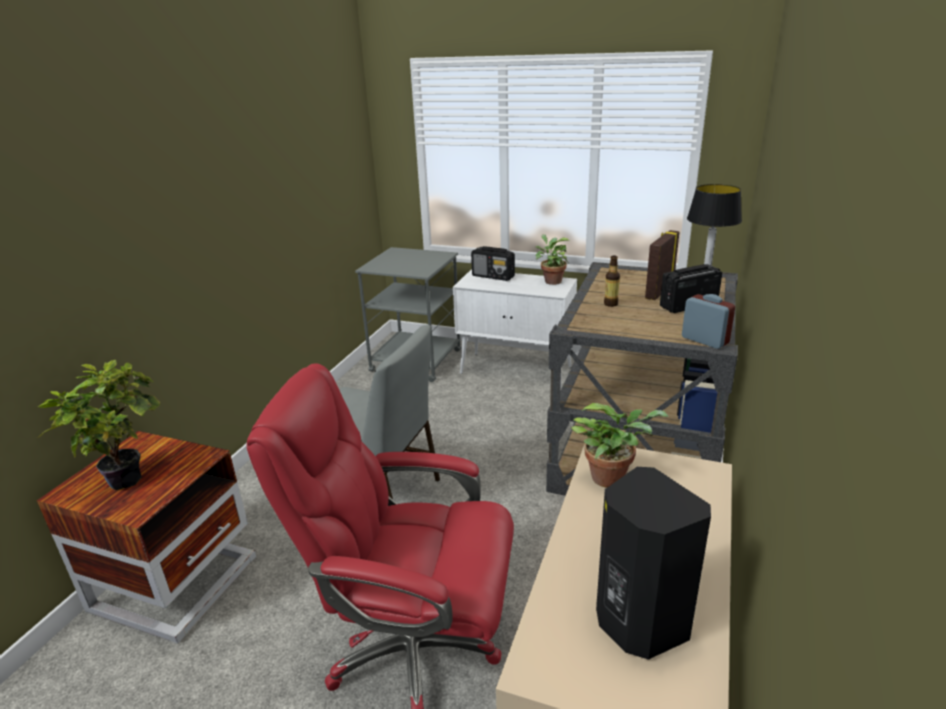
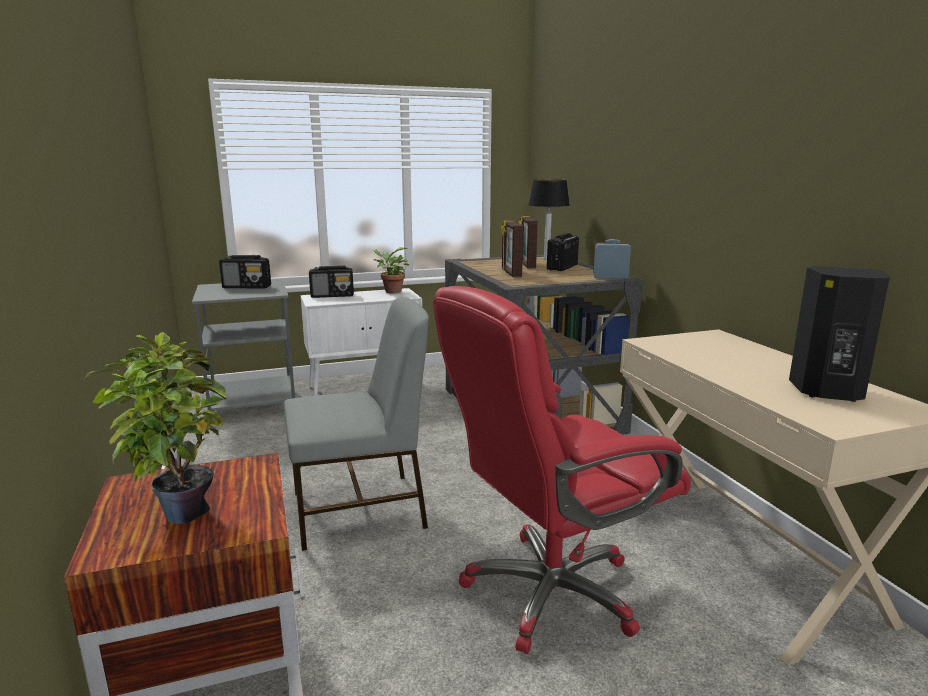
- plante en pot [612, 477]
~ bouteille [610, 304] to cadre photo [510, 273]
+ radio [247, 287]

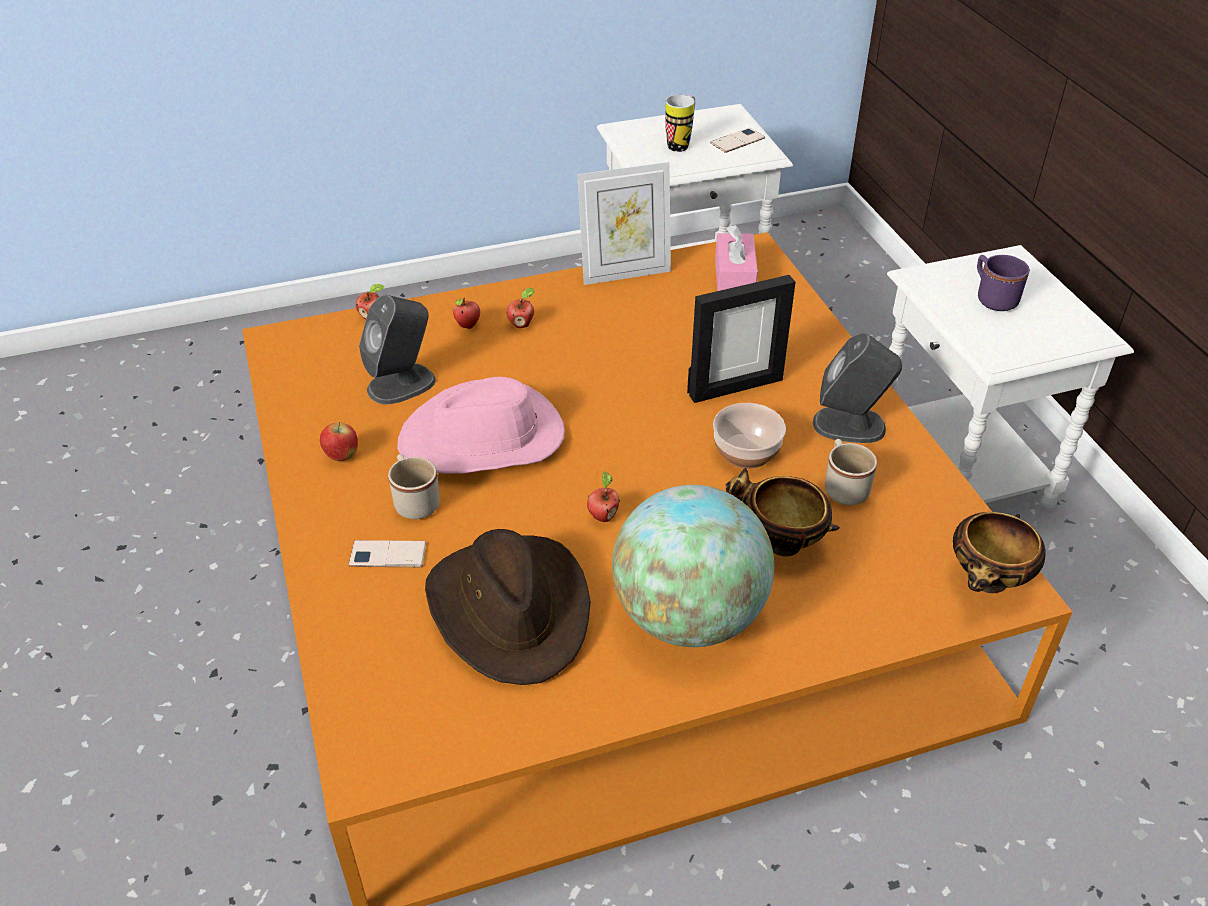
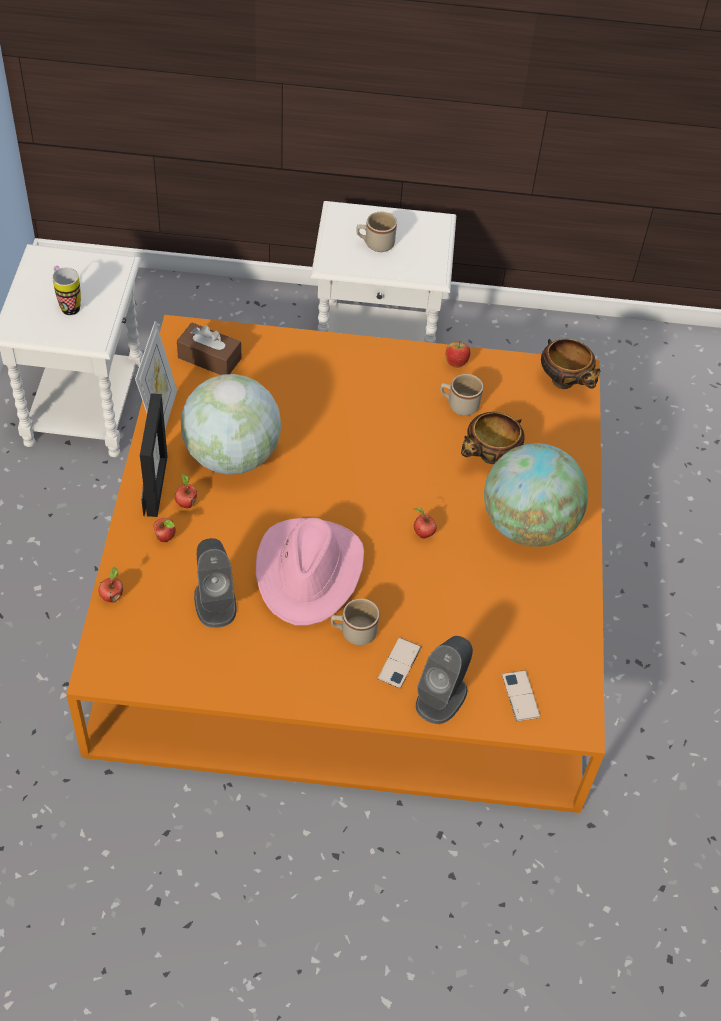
~ pomme [342, 456] to [456, 363]
- chapeau/marron [511, 610]
~ cadre photo [735, 386] to [155, 485]
~ téléphone [737, 141] to [520, 696]
- bol [746, 451]
~ boîte à mouchoirs/rose [734, 277] to boîte à mouchoirs/marron [209, 358]
~ enceinte/gris [850, 425] to [441, 697]
~ mug/violet [992, 298] to mug/beige [375, 244]
+ globe [231, 456]

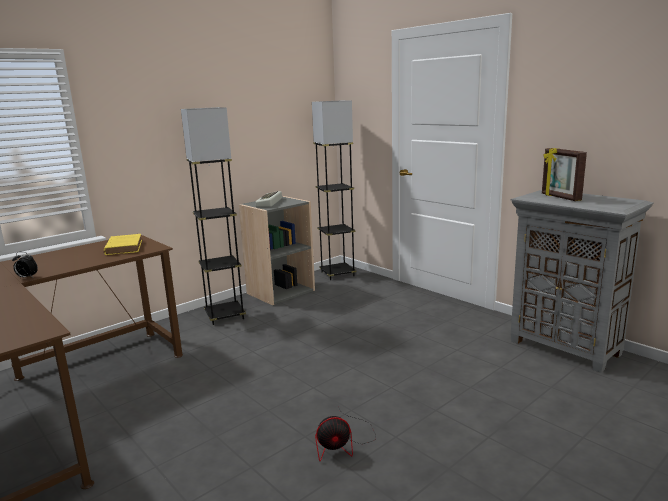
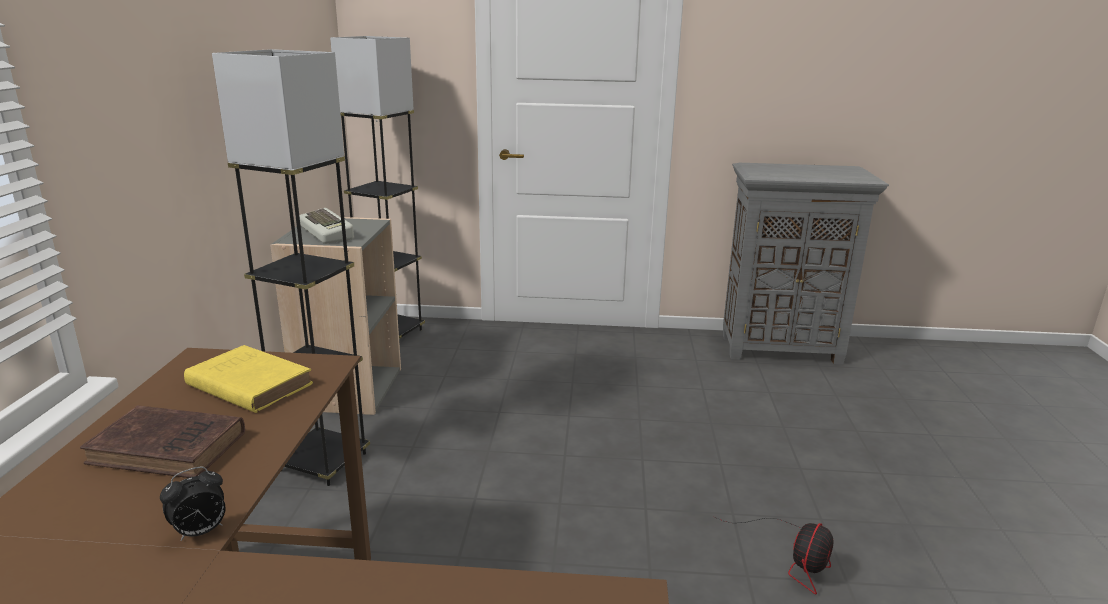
- cadre photo [560, 197]
+ livre/marron [171, 448]

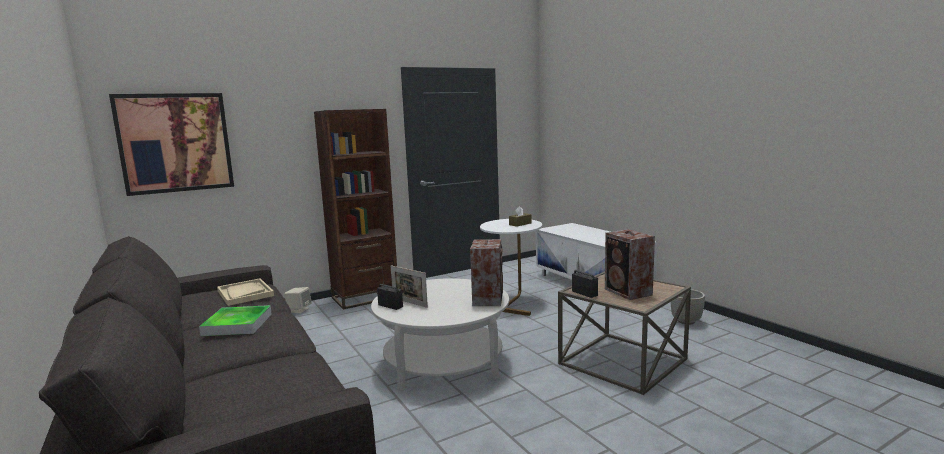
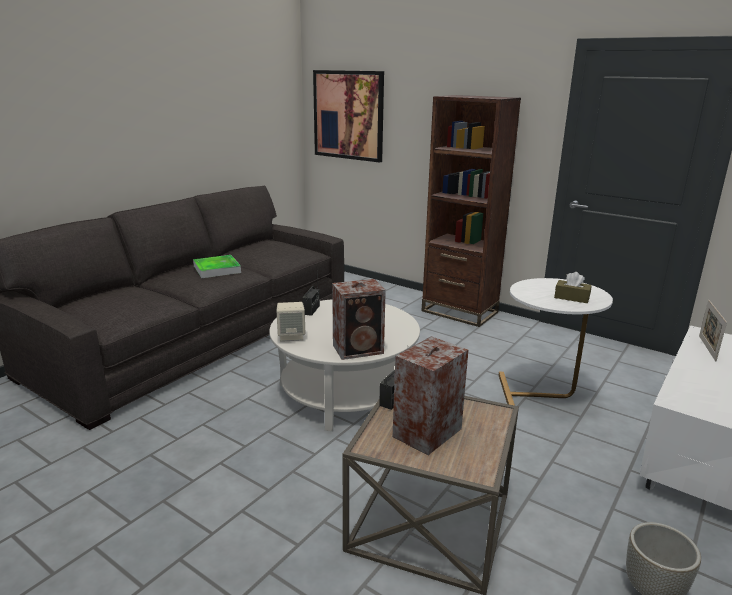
- plateau/beige [245, 293]
~ enceinte/beige [299, 310] to [291, 336]
~ cadre photo [409, 302] to [707, 348]

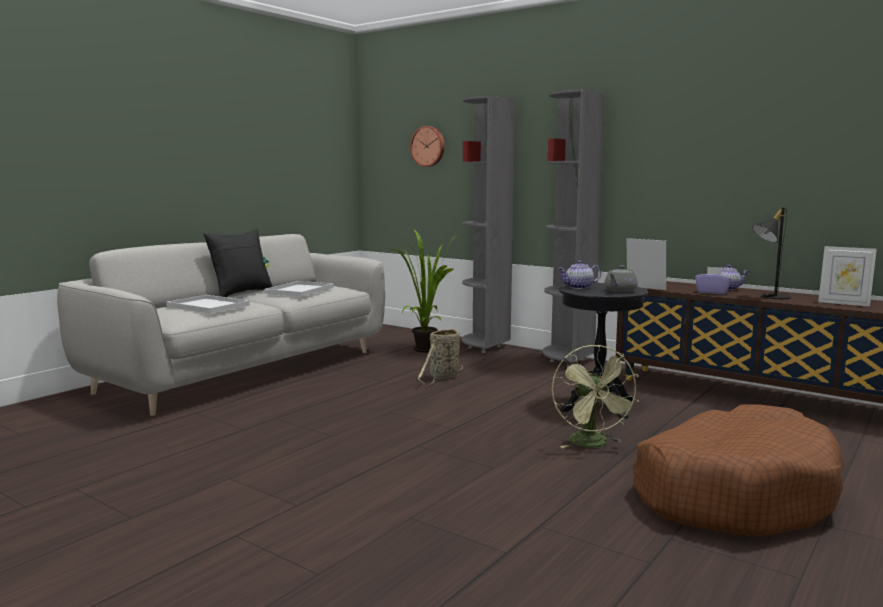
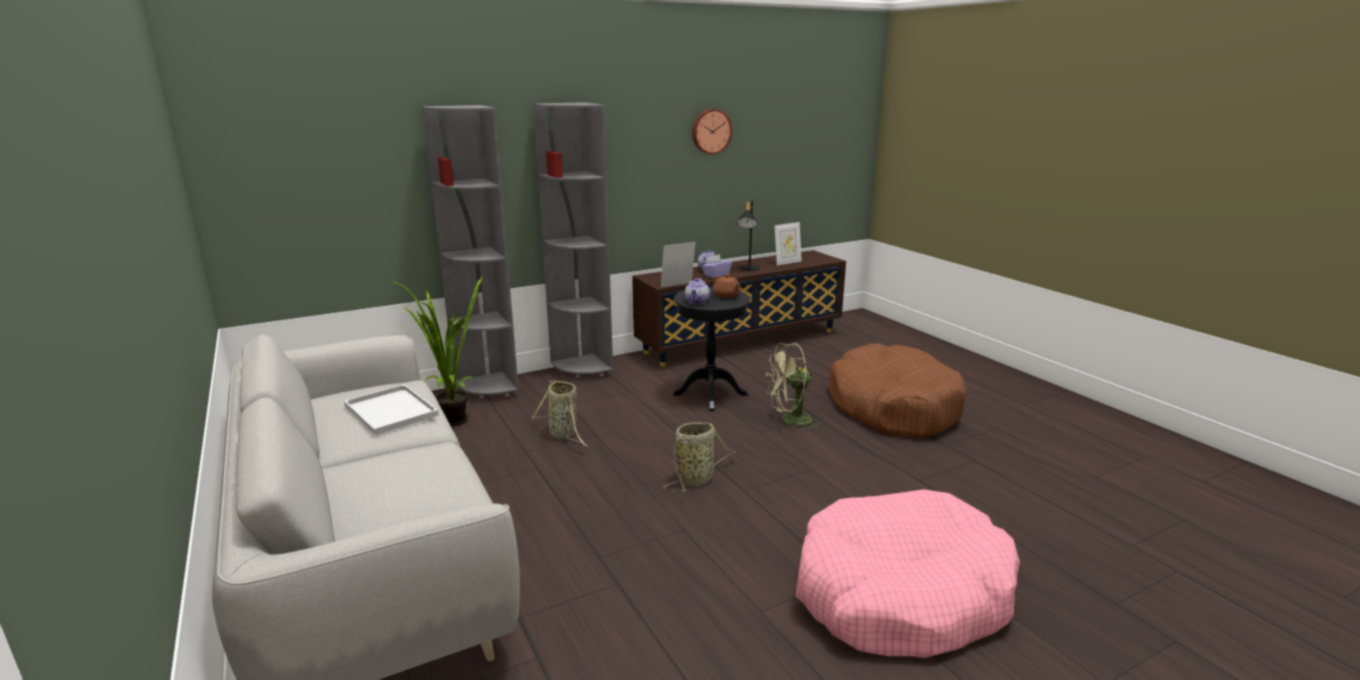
- plateau/blanc [206, 306]
- coussin/noir [241, 294]
~ horloge murale [428, 146] to [710, 131]
~ ventilateur/vert [593, 444] = [790, 421] 150 degrees clockwise
~ théière/gris [620, 290] to théière/marron [726, 295]
+ panier [697, 478]
+ panier pour chien/rose [900, 594]

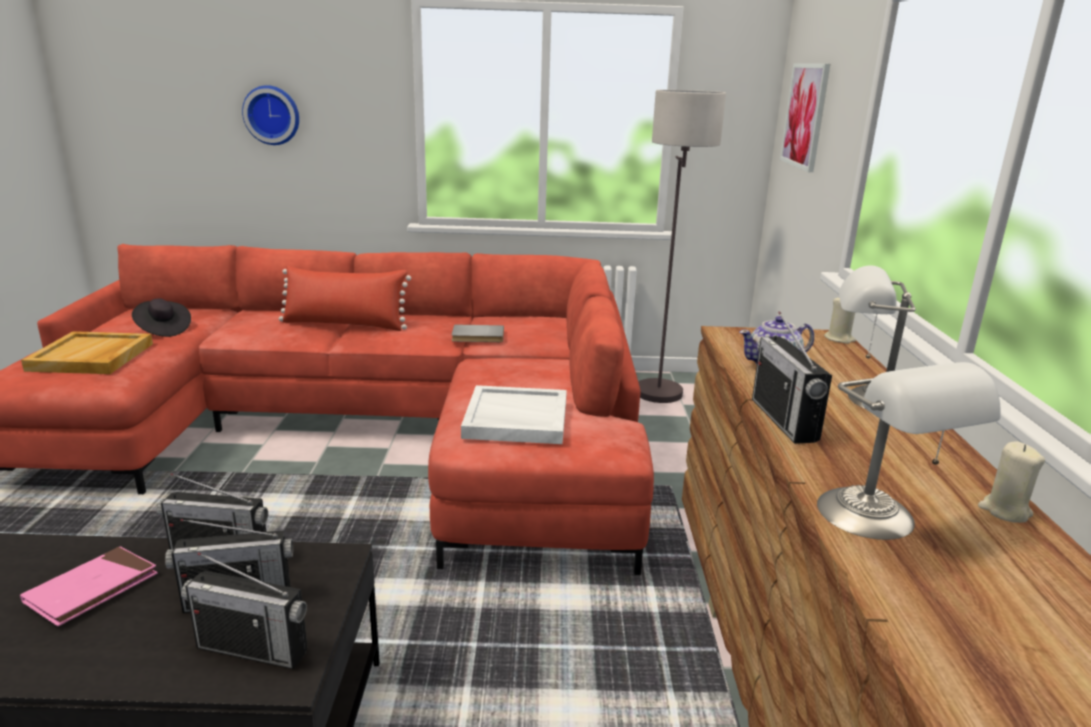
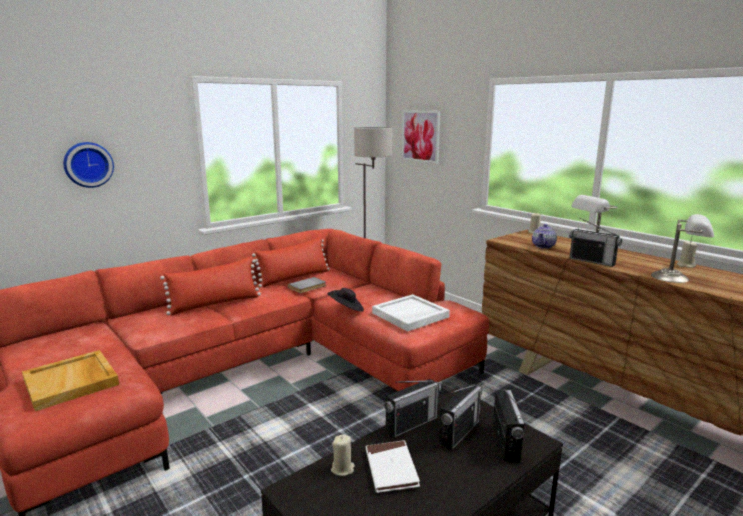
~ livre/rose [92, 589] to livre/blanc [391, 469]
~ chapeau/noir [163, 330] to [346, 309]
~ radio [252, 649] = [505, 442] 60 degrees counterclockwise
+ coussin/rouge [294, 278]
+ bougie/beige [343, 469]

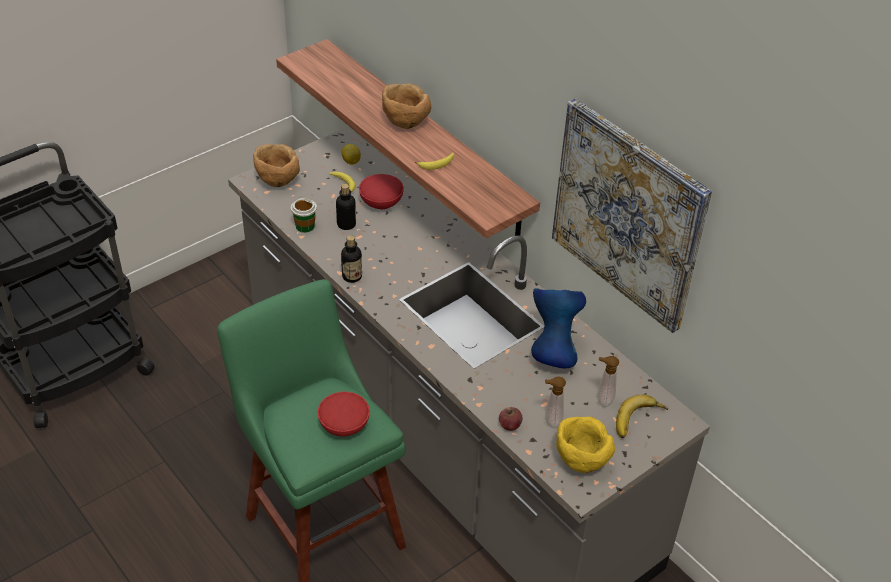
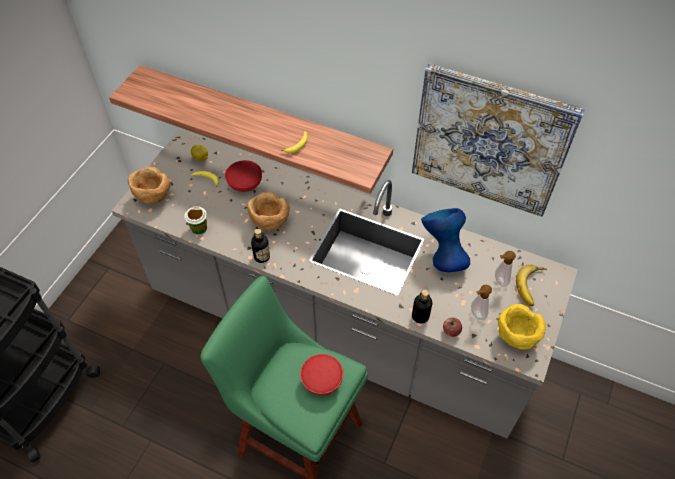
~ bouteille [346, 224] to [420, 316]
~ bol/marron [405, 123] to [269, 222]

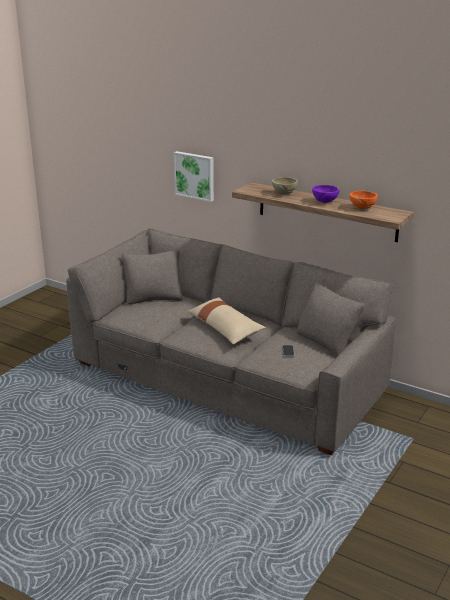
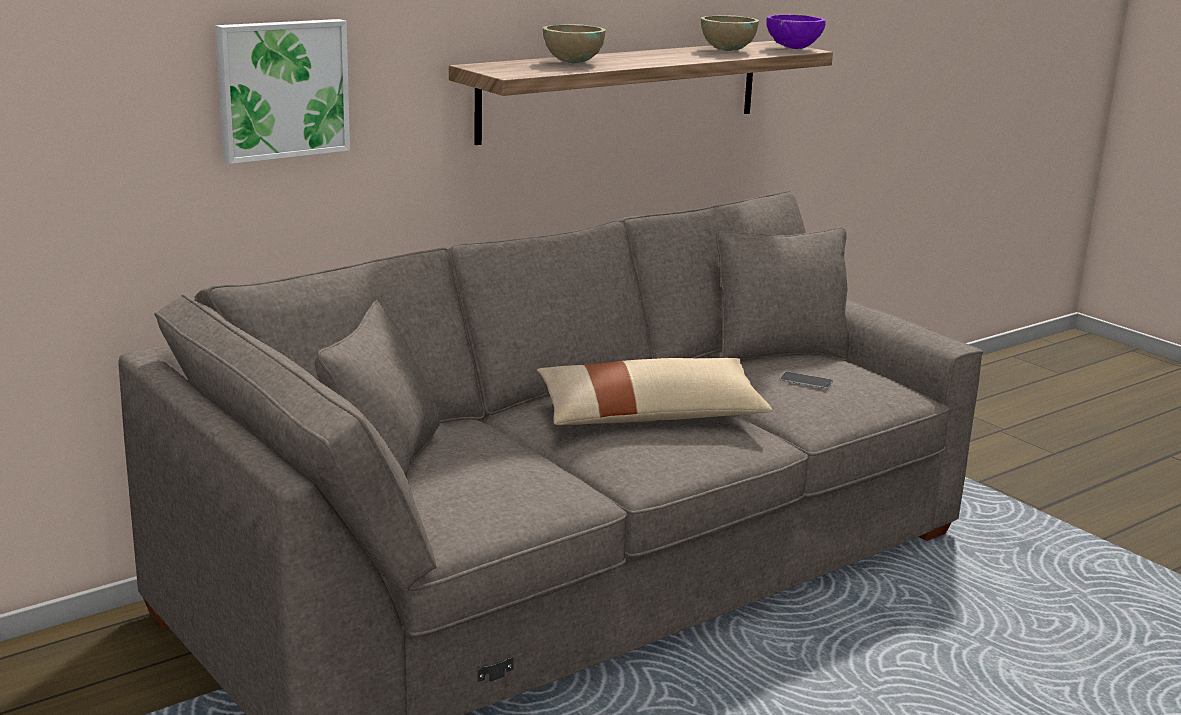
~ bol/violet [325, 202] to [794, 49]
~ bol/orange [362, 208] to bol/beige [727, 50]

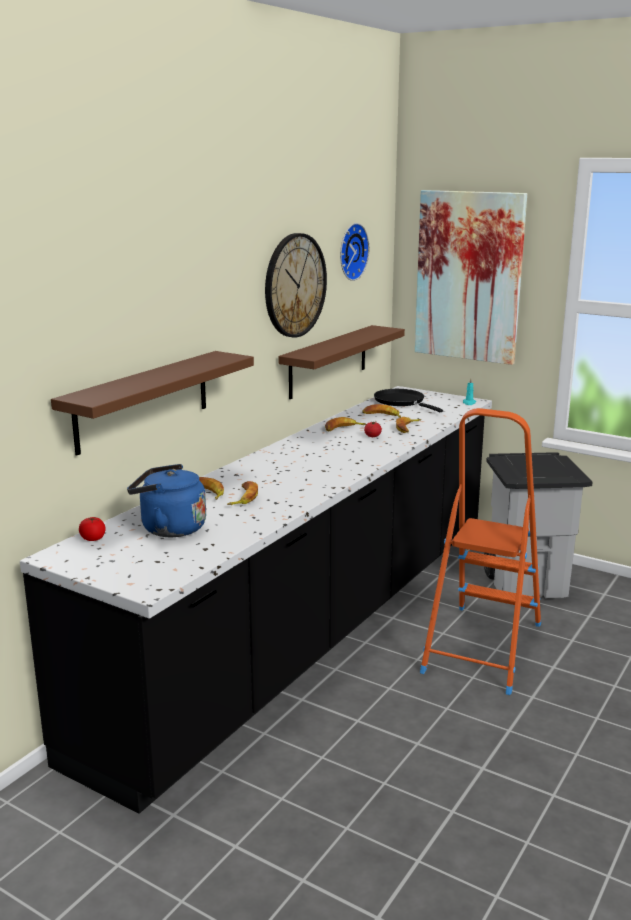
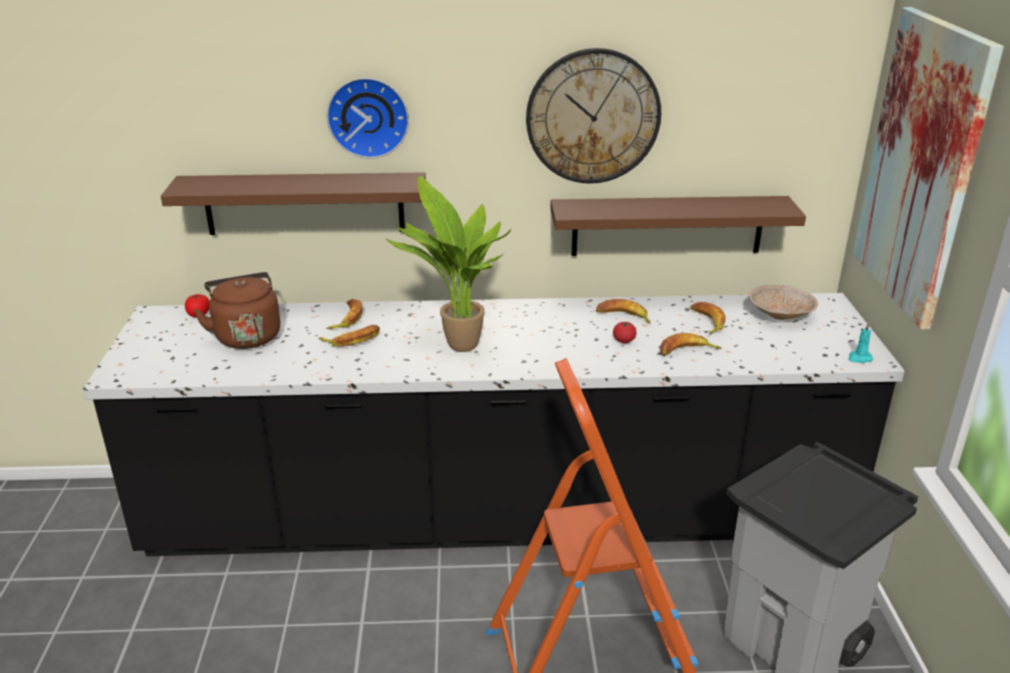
~ bouilloire/bleu [169, 528] to bouilloire/marron [246, 335]
~ horloge murale [350, 251] to [368, 116]
~ poêle/noir [401, 402] to bol/beige [781, 316]
+ plante en pot [457, 347]

